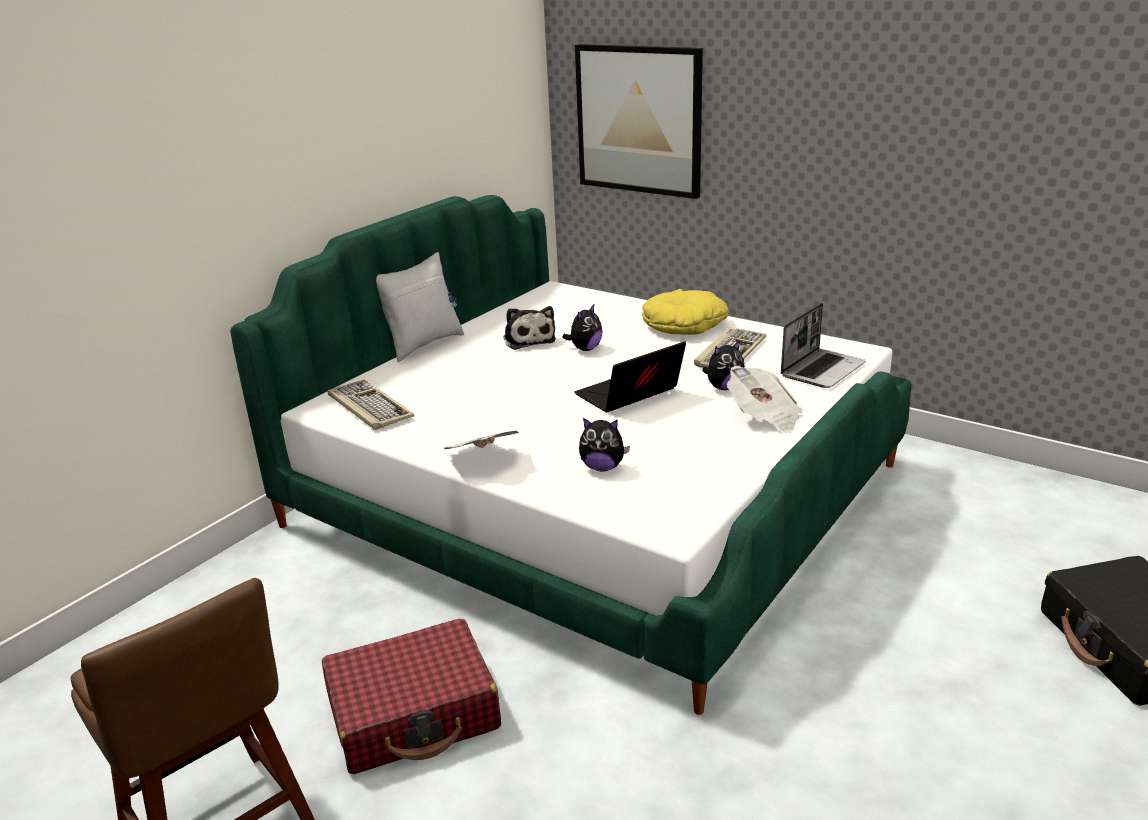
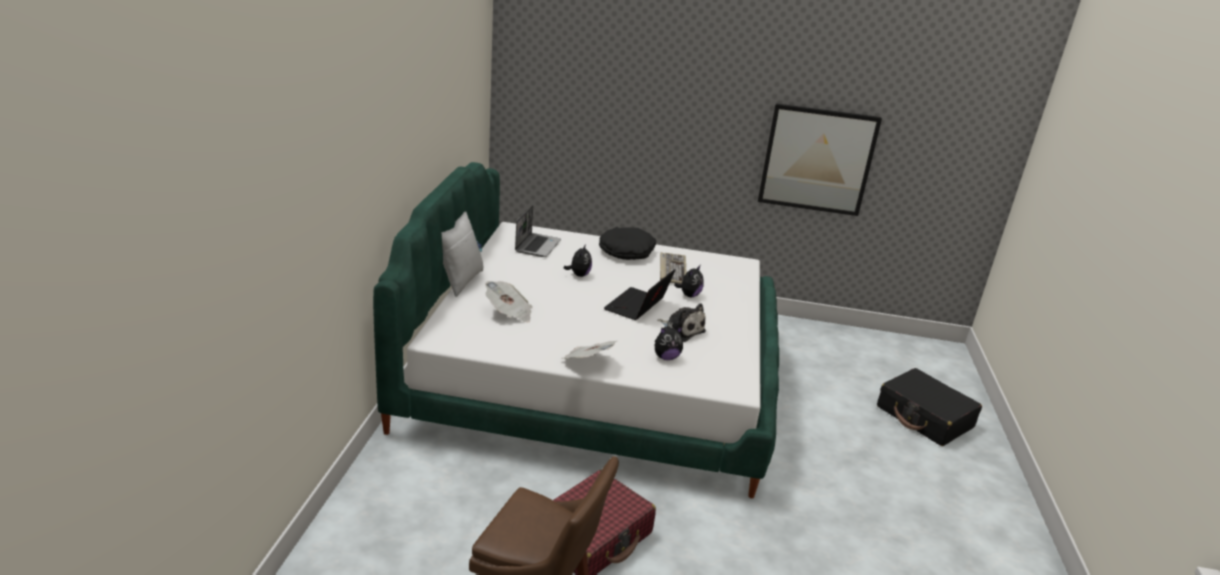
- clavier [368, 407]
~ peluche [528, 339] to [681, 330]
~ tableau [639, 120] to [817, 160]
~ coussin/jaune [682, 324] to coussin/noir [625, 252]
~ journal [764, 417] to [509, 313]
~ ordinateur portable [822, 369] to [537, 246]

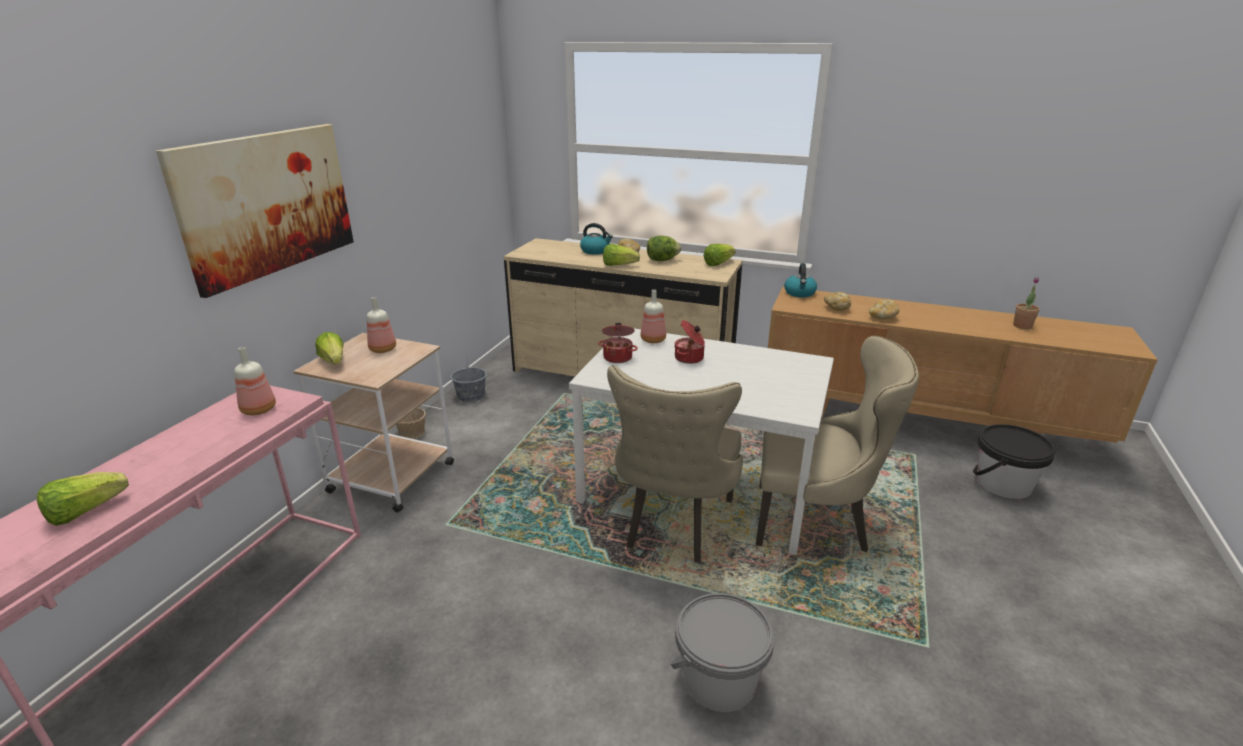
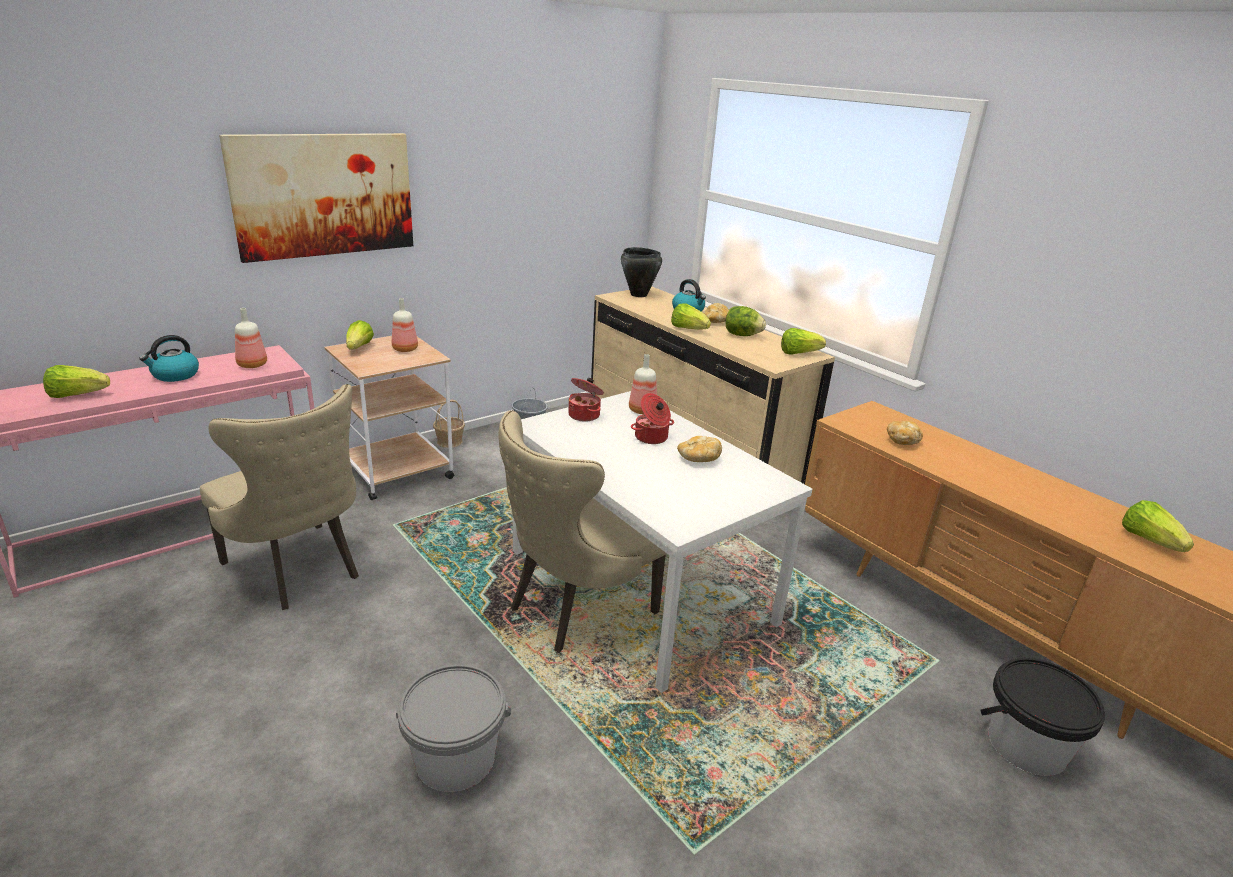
~ chaise/beige [815, 521] to [298, 569]
~ bouilloire [800, 293] to [175, 375]
~ pain [882, 317] to [698, 459]
~ plante en pot [1022, 326] to laitue [1149, 540]
+ marmite/noir [638, 295]

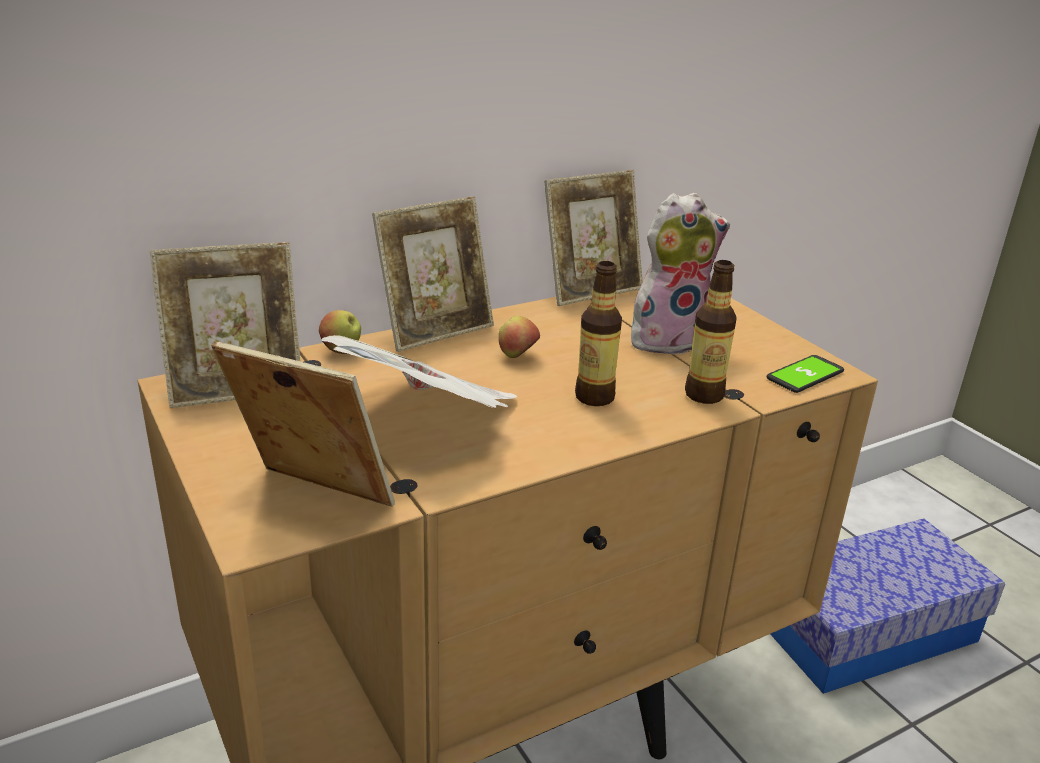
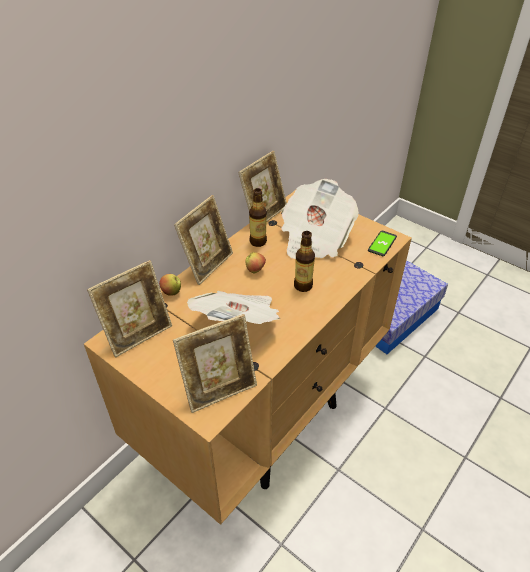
~ cadre photo [312, 500] = [219, 388] 150 degrees clockwise
~ peluche [667, 339] to journal [314, 238]
~ bouteille [704, 395] to [258, 242]

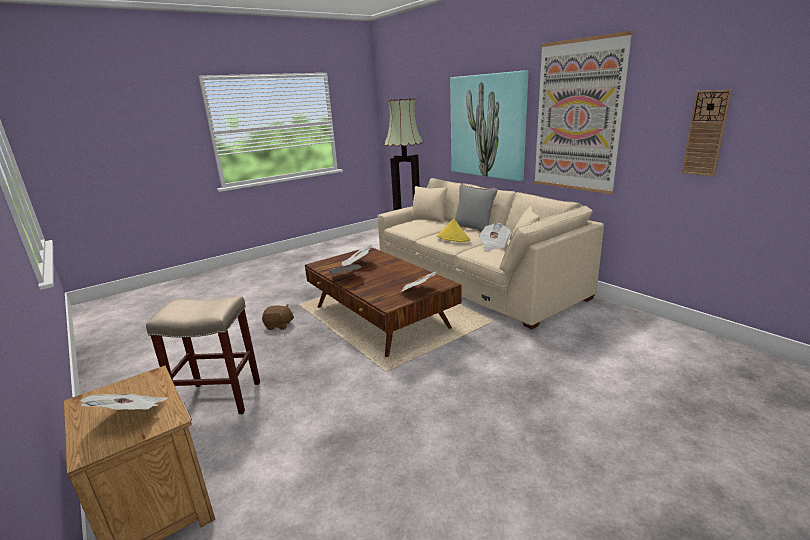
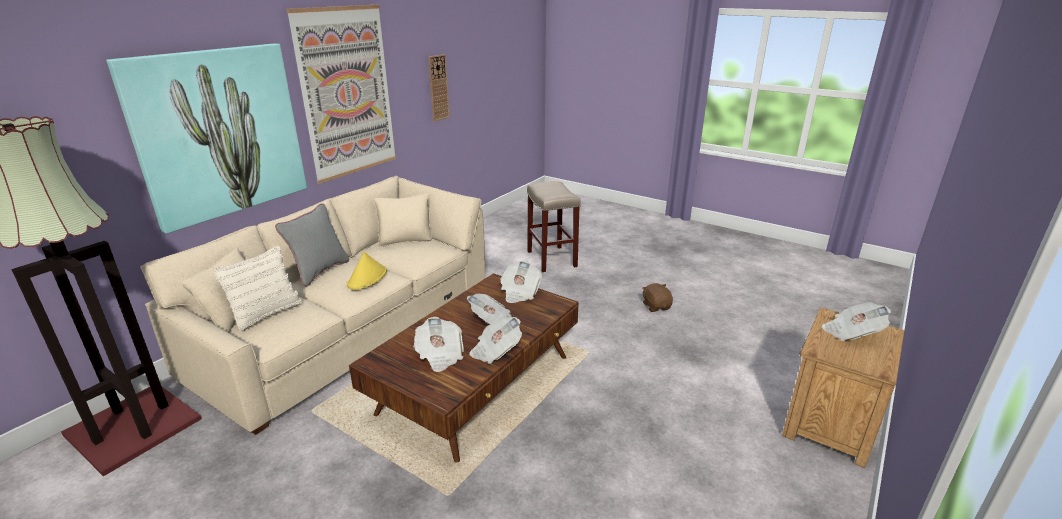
~ tabouret/beige [218, 398] to [552, 259]
~ peluche/marron [279, 325] to [656, 306]
~ journal [494, 245] to [492, 321]
+ coussin/beige [266, 314]

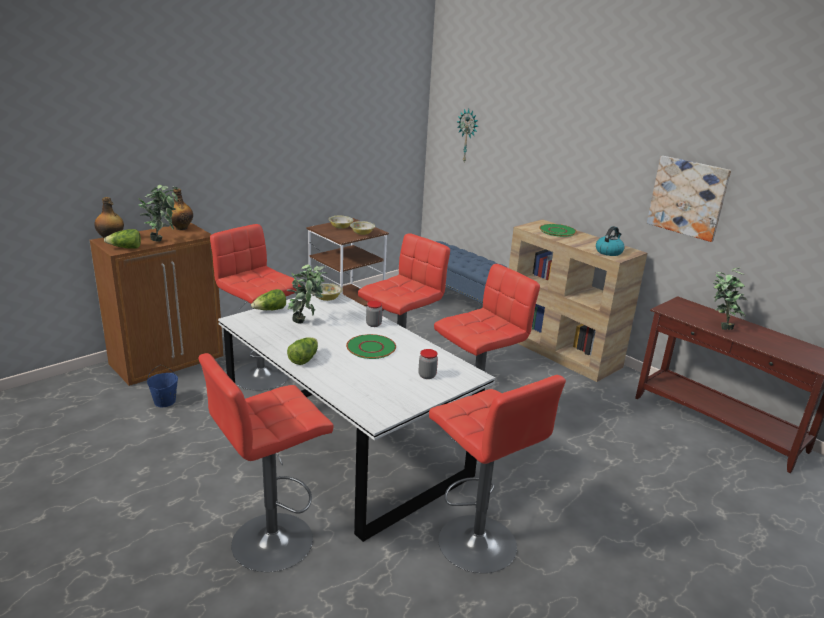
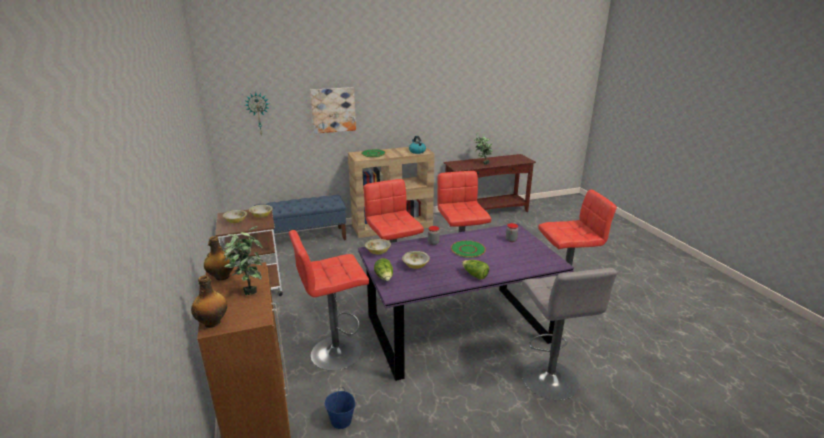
- laitue [125, 248]
~ tabouret/rouge [271, 541] to tabouret/gris [549, 380]
~ table à manger/blanc [348, 446] to table à manger/violet [457, 327]
~ plante en pot [307, 322] to bol [415, 265]
~ tableau [688, 197] to [333, 110]

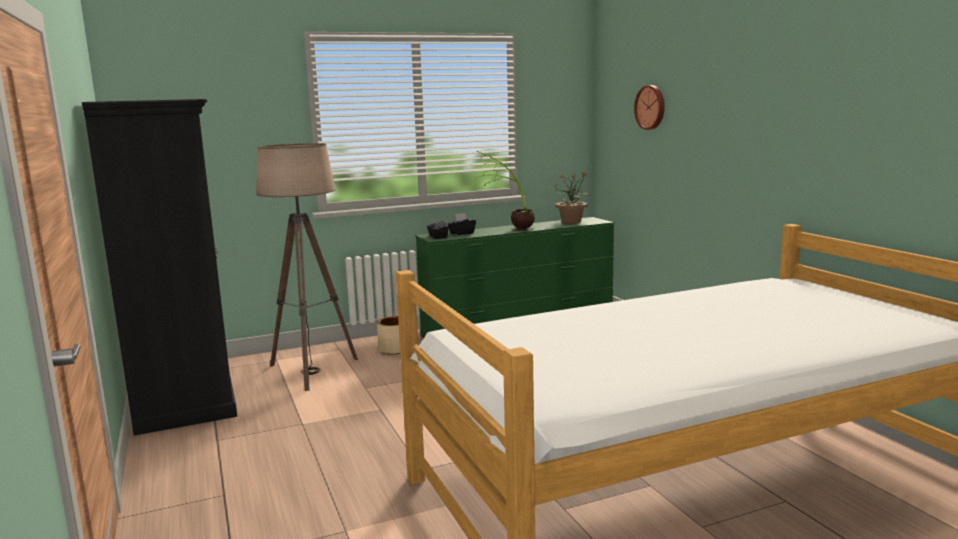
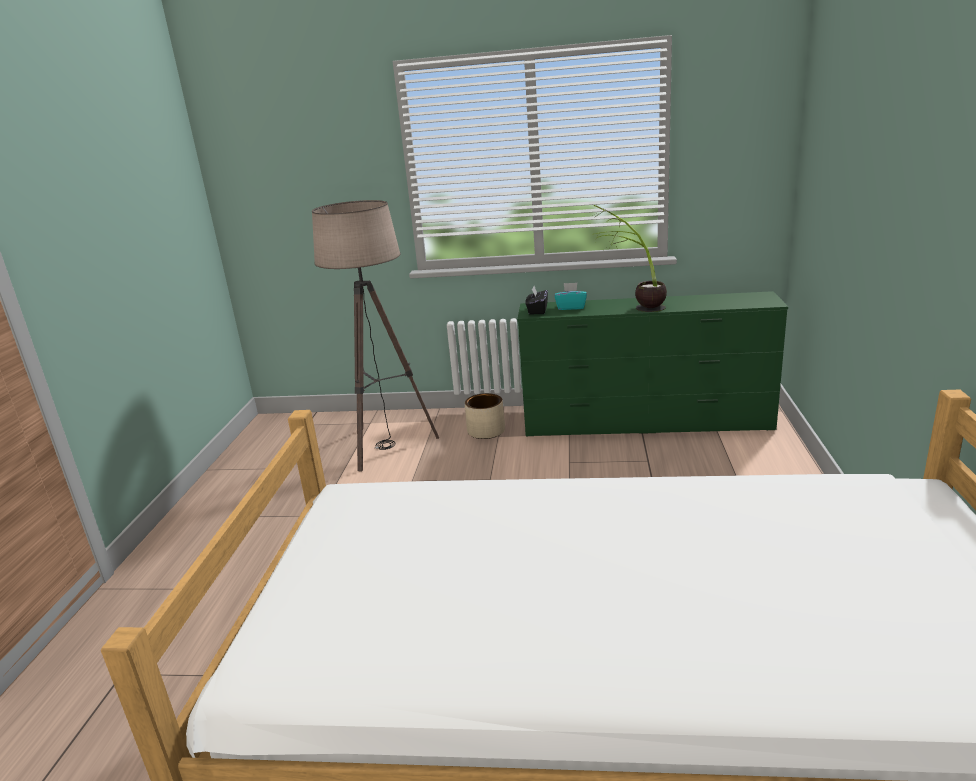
- armoire/noir [186, 393]
~ boîte à mouchoirs/noir [461, 233] to boîte à mouchoirs/turquoise [571, 307]
- plante en pot [572, 221]
- horloge murale [651, 107]

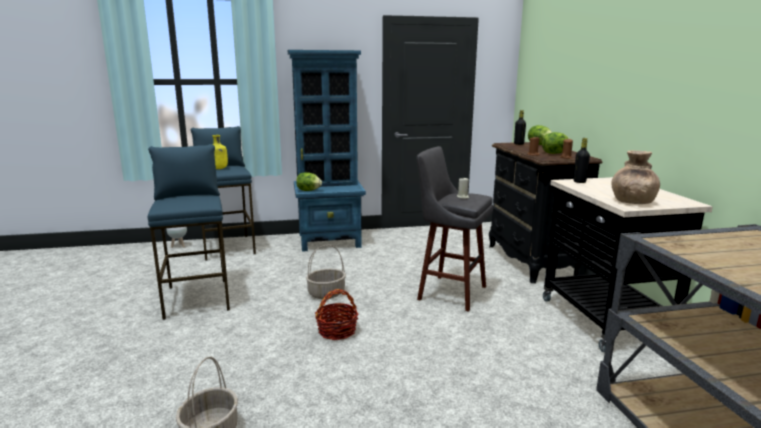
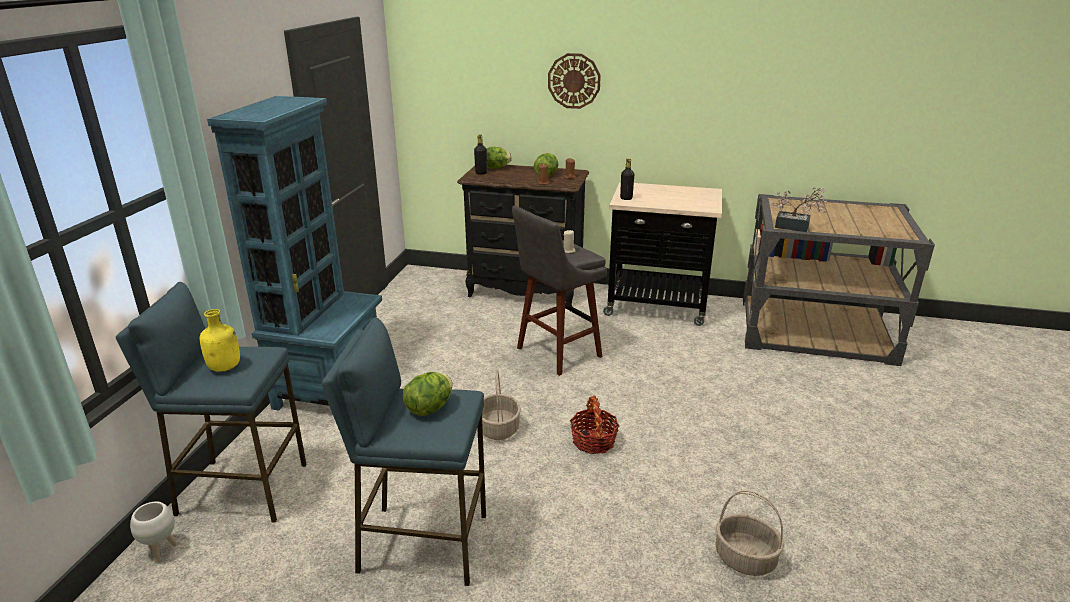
~ laitue [308, 190] to [429, 408]
- vase/marron [632, 202]
+ horloge murale [574, 81]
+ plante en pot [796, 227]

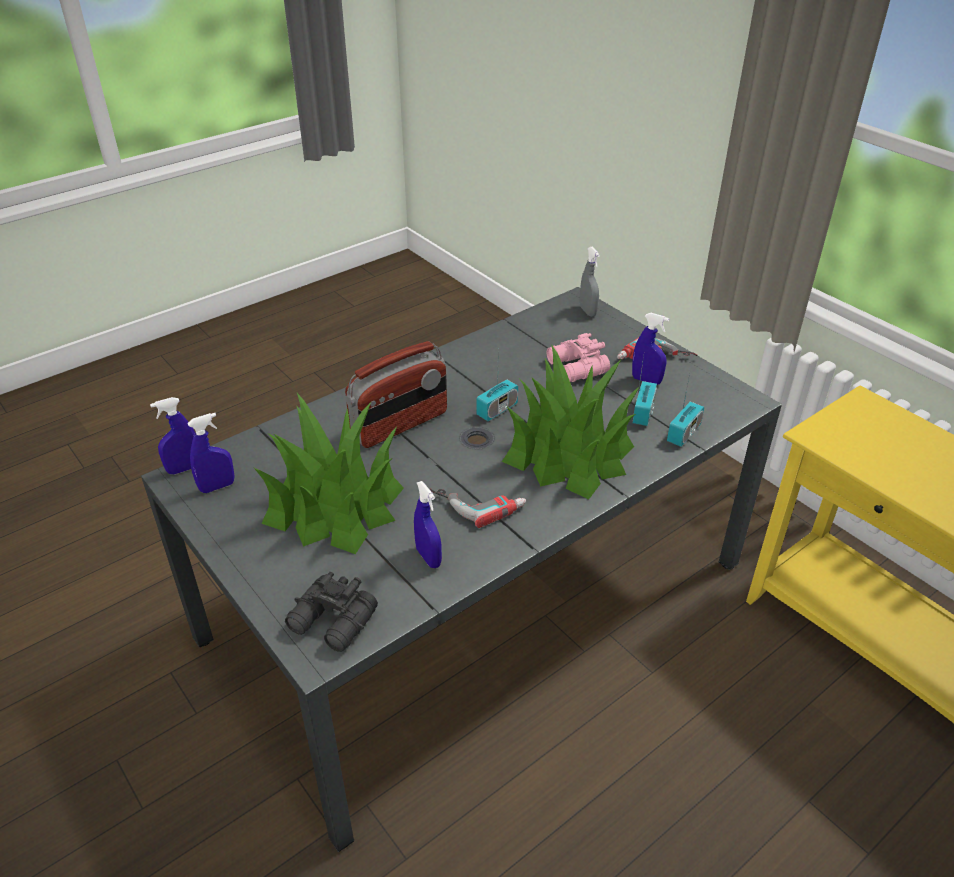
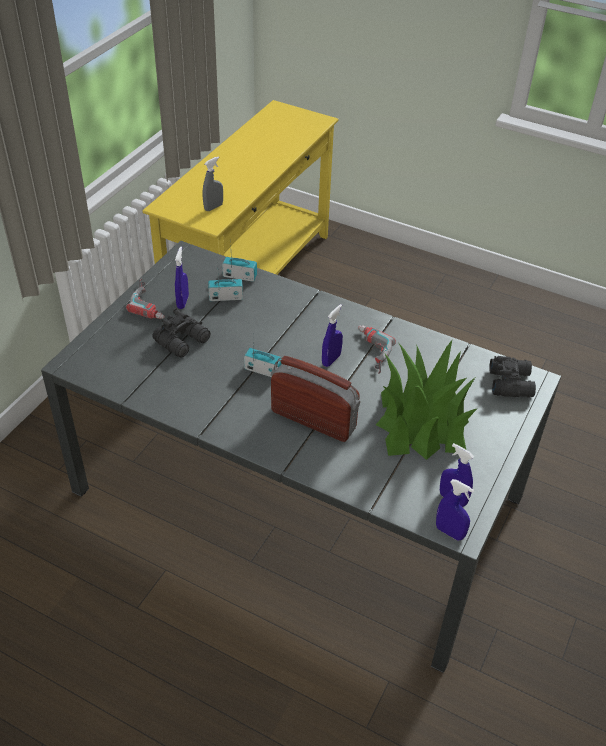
~ vaporisateur/bleu [428, 557] to [331, 360]
- plante en pot [569, 453]
~ jumelles/rose [576, 368] to jumelles/noir [183, 341]
~ vaporisateur/gris [587, 311] to [213, 207]

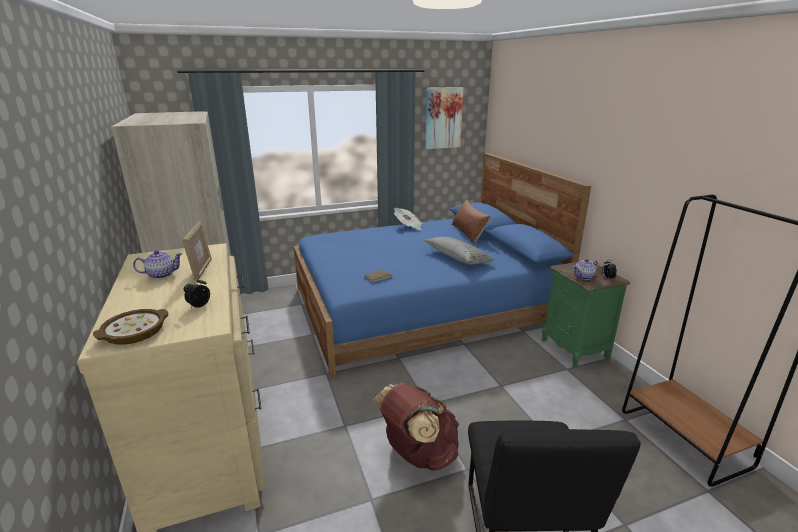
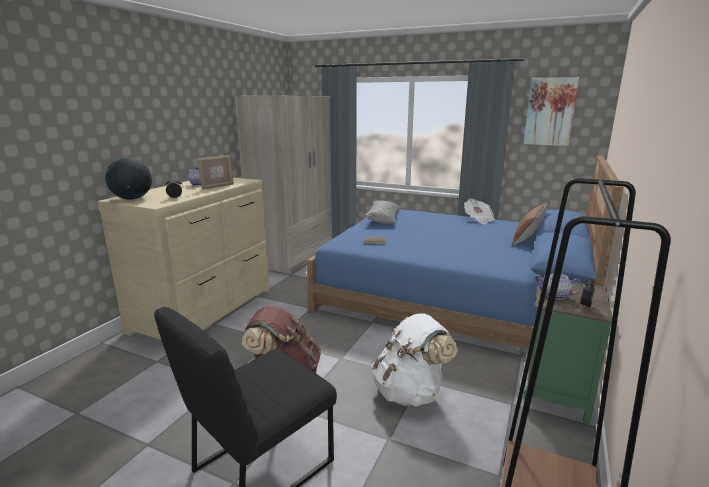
~ bol [135, 332] to globe [132, 199]
~ coussin/gris [457, 257] to [383, 218]
+ sac à dos/blanc [410, 392]

